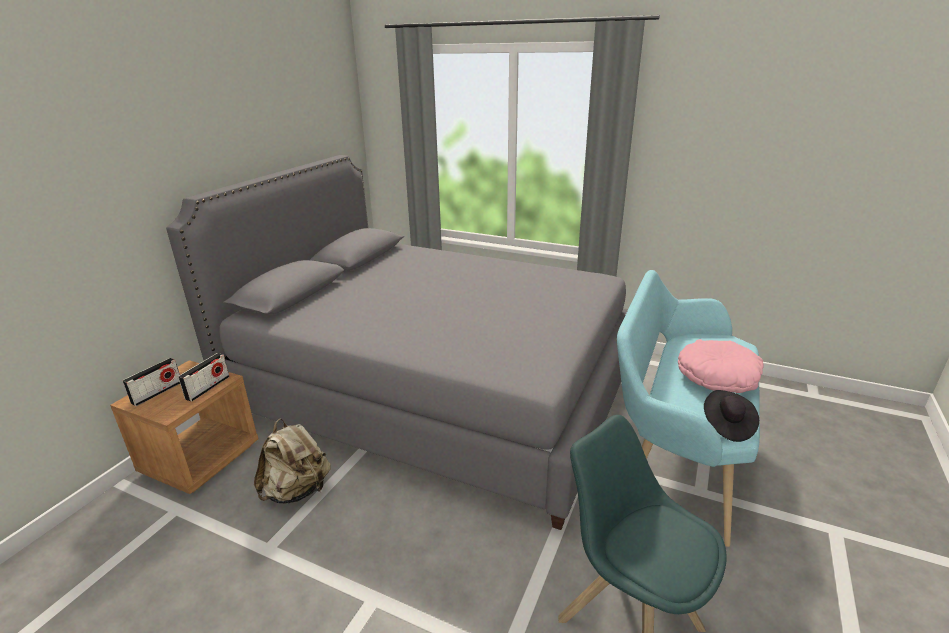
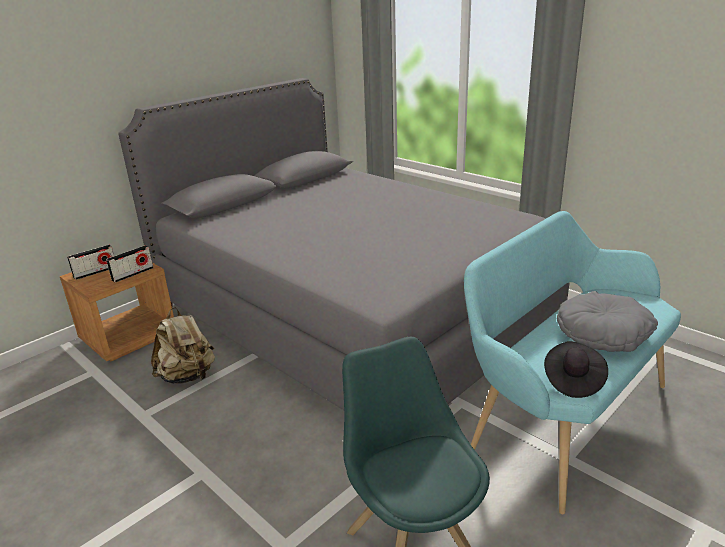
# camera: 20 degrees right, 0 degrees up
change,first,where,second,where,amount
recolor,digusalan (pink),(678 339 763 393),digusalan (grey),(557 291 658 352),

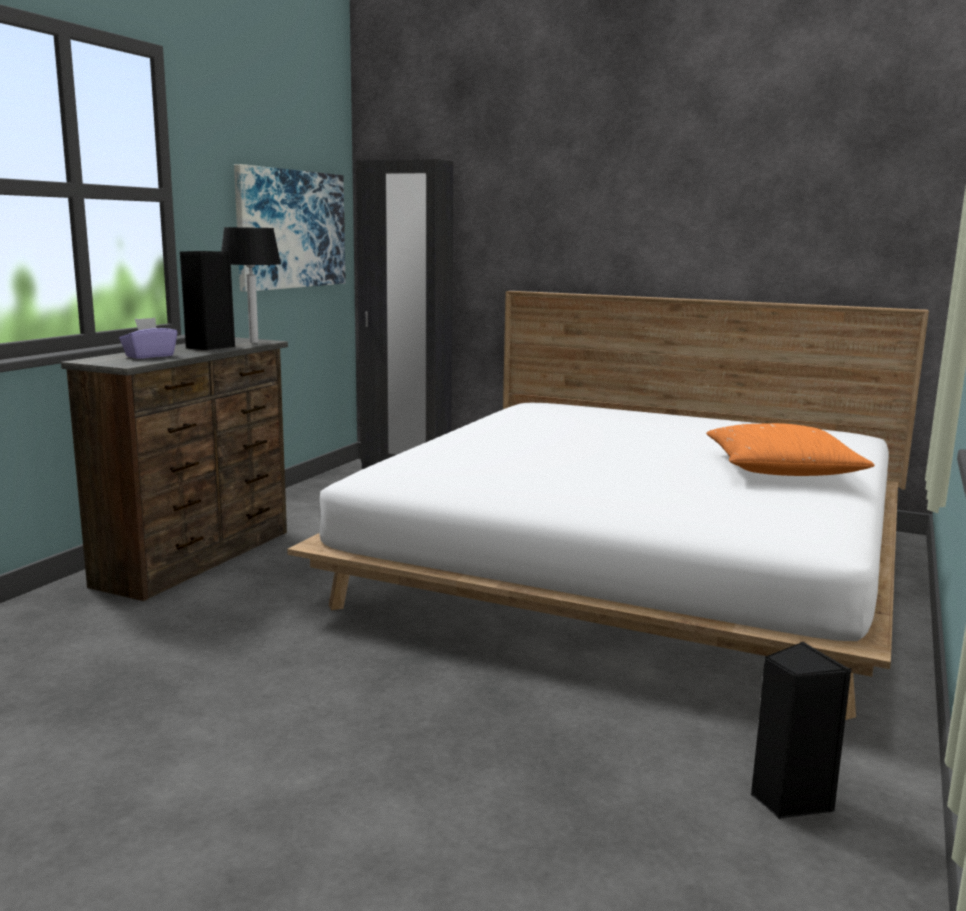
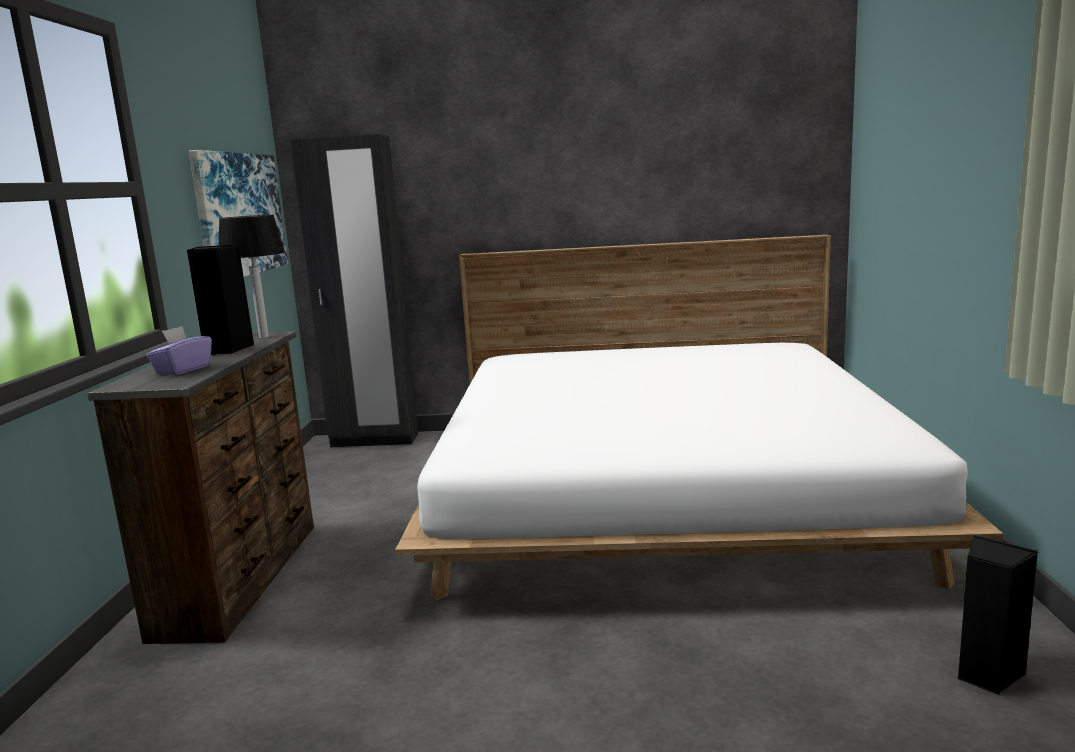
# camera: 20 degrees left, 0 degrees up
change,first,where,second,where,amount
delete,digusalan (orange),(706 423 875 476),,,

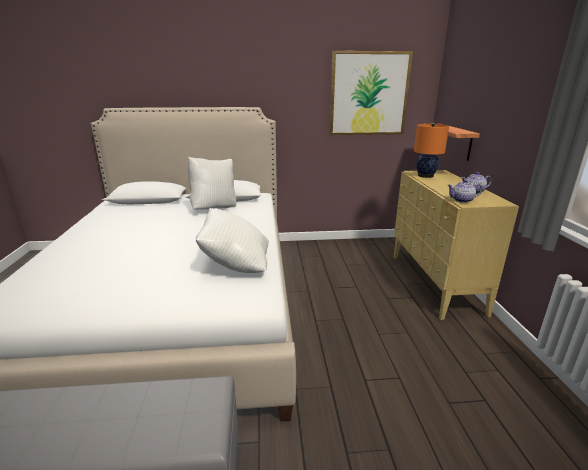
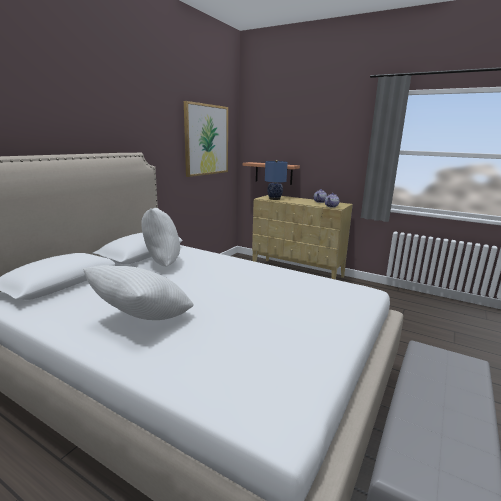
# camera: 55 degrees left, 5 degrees down
change,first,where,second,where,amount
recolor,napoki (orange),(414 123 449 178),napoki (blue),(265 160 288 200),
move,digusalan (white),(196 208 269 273),,(83 265 194 320),

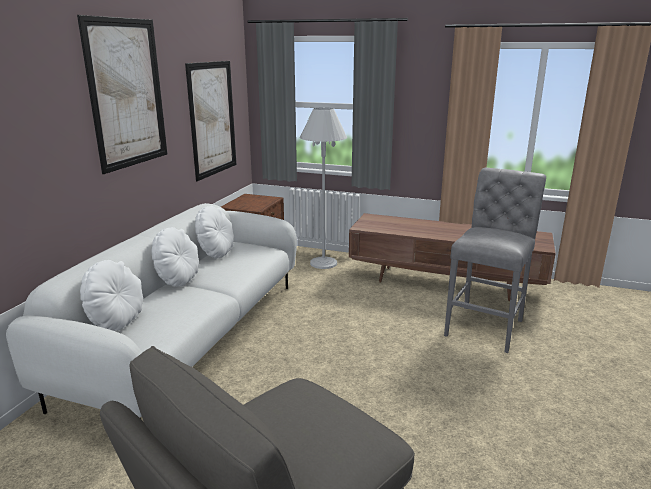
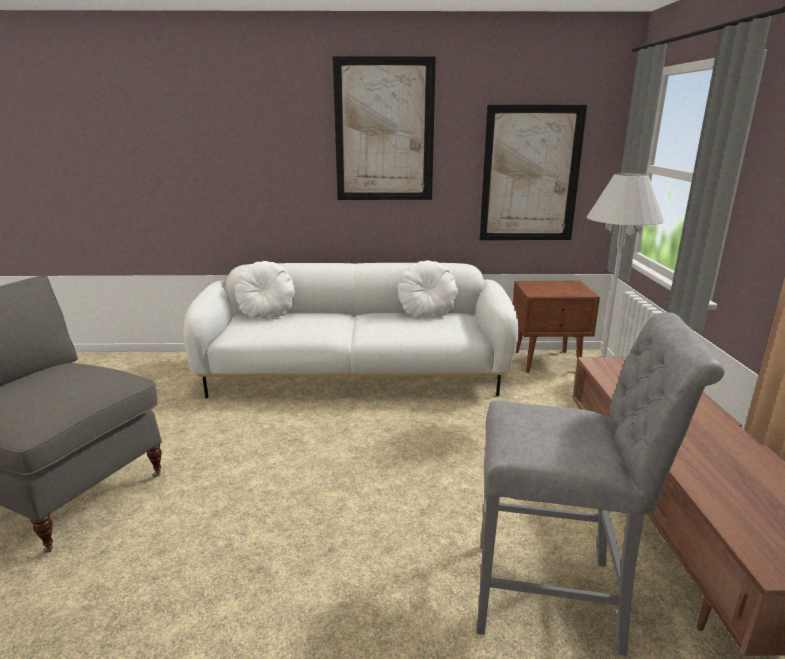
# camera: 70 degrees right, 0 degrees up
change,first,where,second,where,amount
delete,digusalan (white),(151 227 199 287),,,

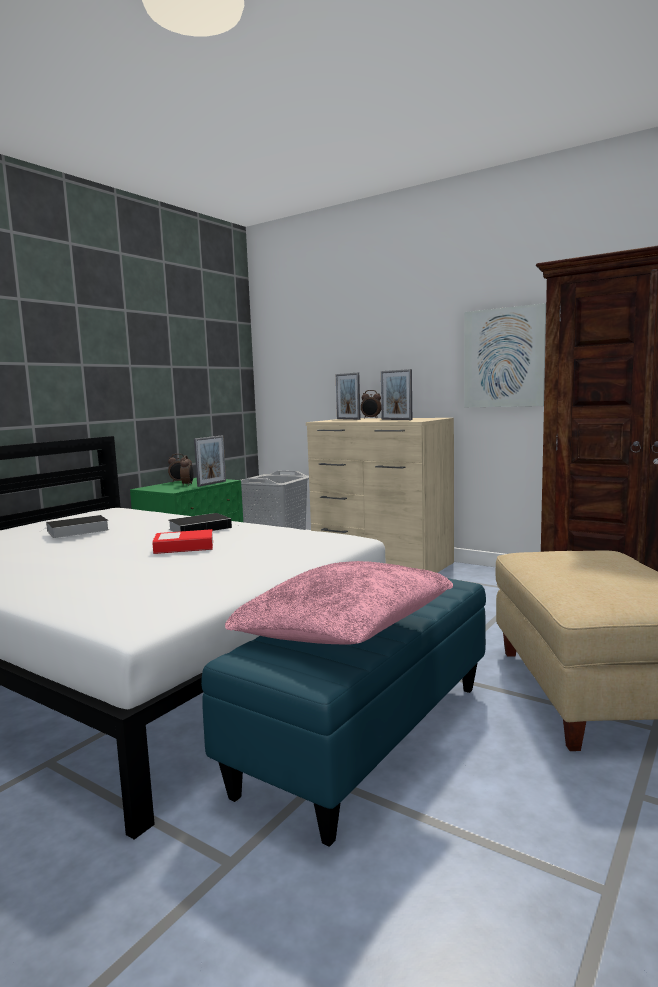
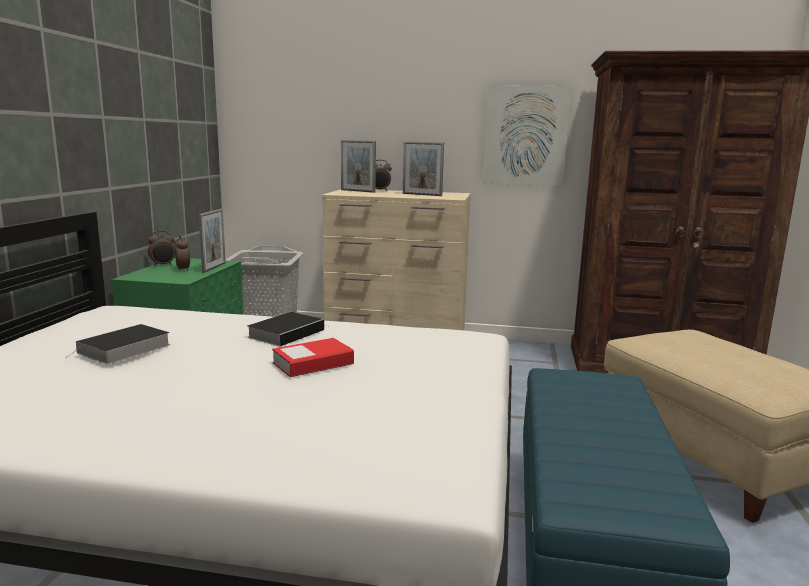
# camera: 25 degrees left, 5 degrees up
change,first,where,second,where,amount
delete,digusalan (pink),(225 561 453 645),,,

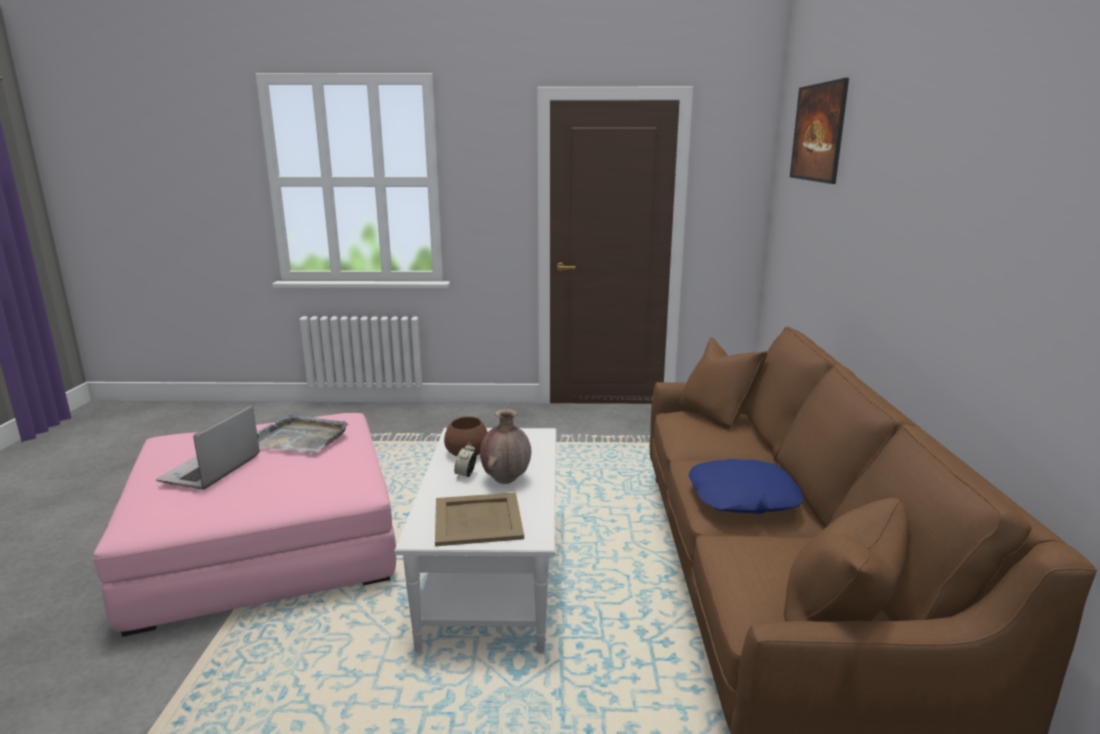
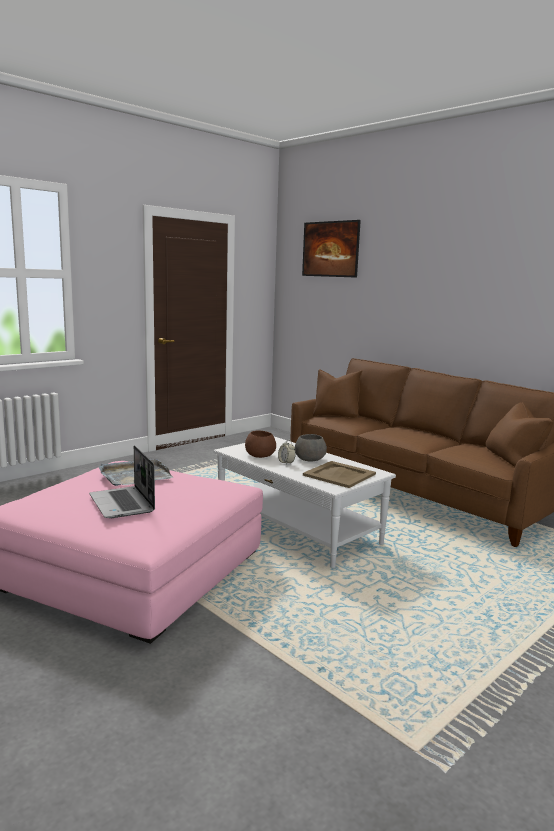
# camera: 45 degrees left, 5 degrees down
change,first,where,second,where,amount
replace,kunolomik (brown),(480 409 531 484),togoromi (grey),(295 434 327 462),
delete,digusalan (blue),(688 459 804 514),,,

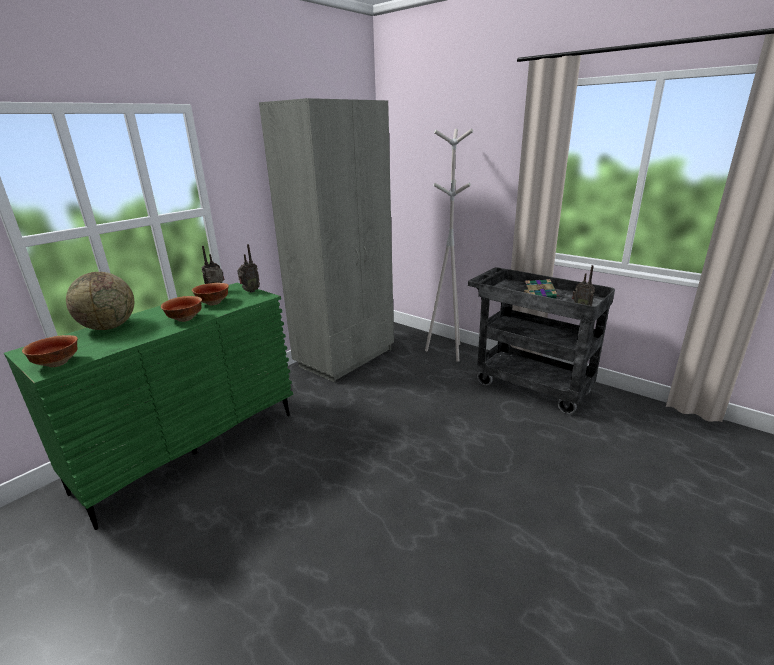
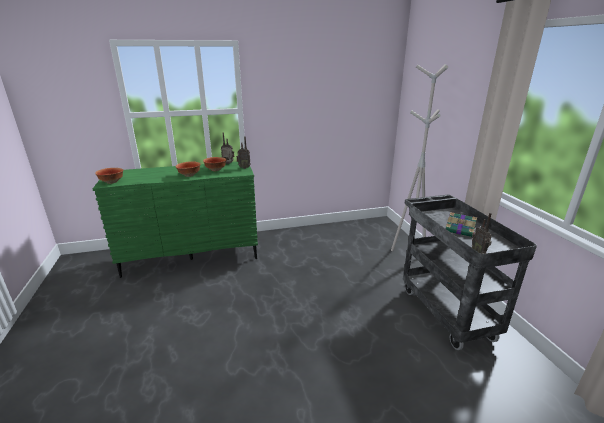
# camera: 35 degrees right, 0 degrees up
change,first,where,second,where,amount
delete,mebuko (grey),(259 98 394 382),,,
delete,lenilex,(66 272 134 330),,,

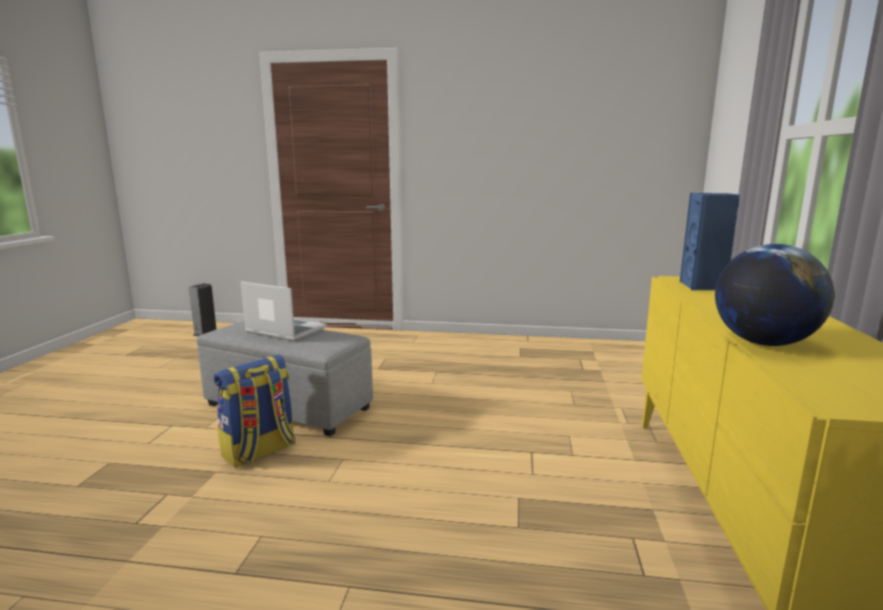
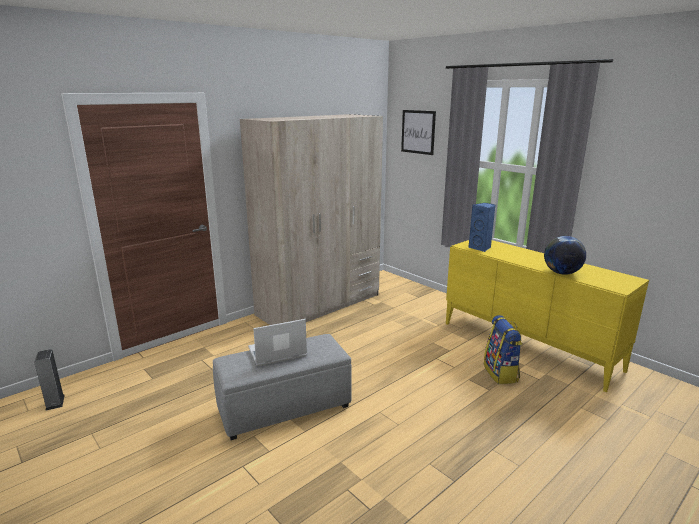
# camera: 50 degrees left, 5 degrees up
change,first,where,second,where,amount
move,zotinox,(214 355 296 469),,(484 315 523 384),
insert,,,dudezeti,(401 110 436 155),
insert,,,mebuko (beige),(240 114 383 325),

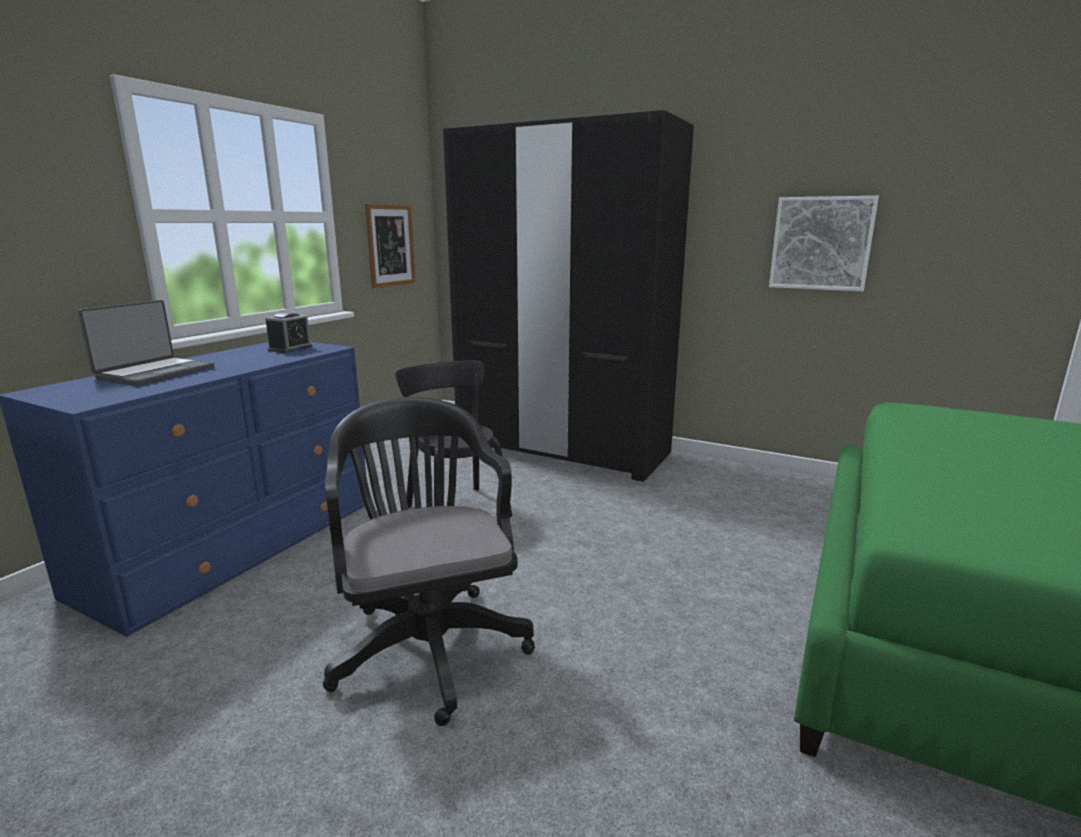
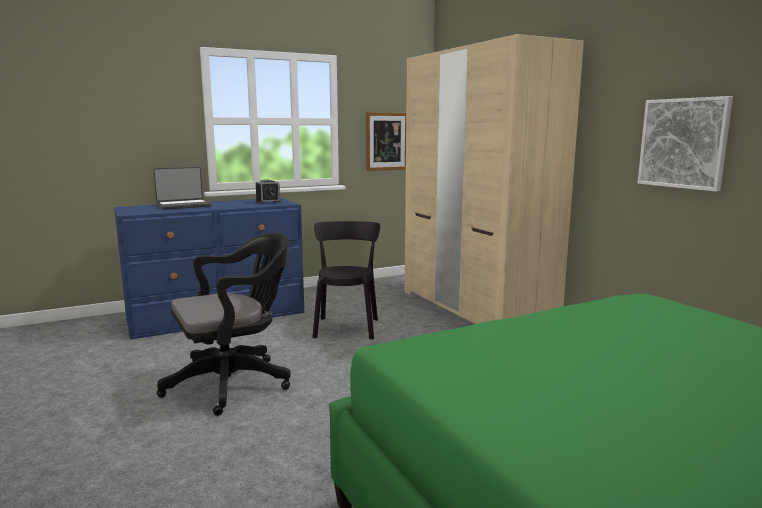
# camera: 35 degrees right, 5 degrees down
change,first,where,second,where,amount
recolor,mebuko (black),(443 110 694 482),mebuko (beige),(405 34 584 324),
rotate,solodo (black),(323 397 535 726),,(157 233 291 416),45 degrees clockwise

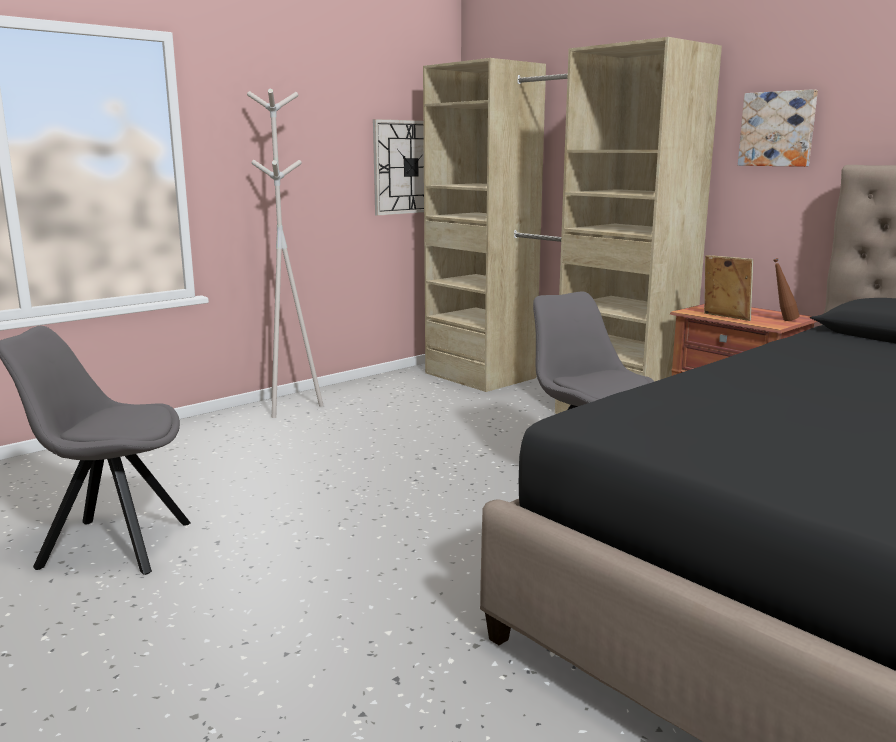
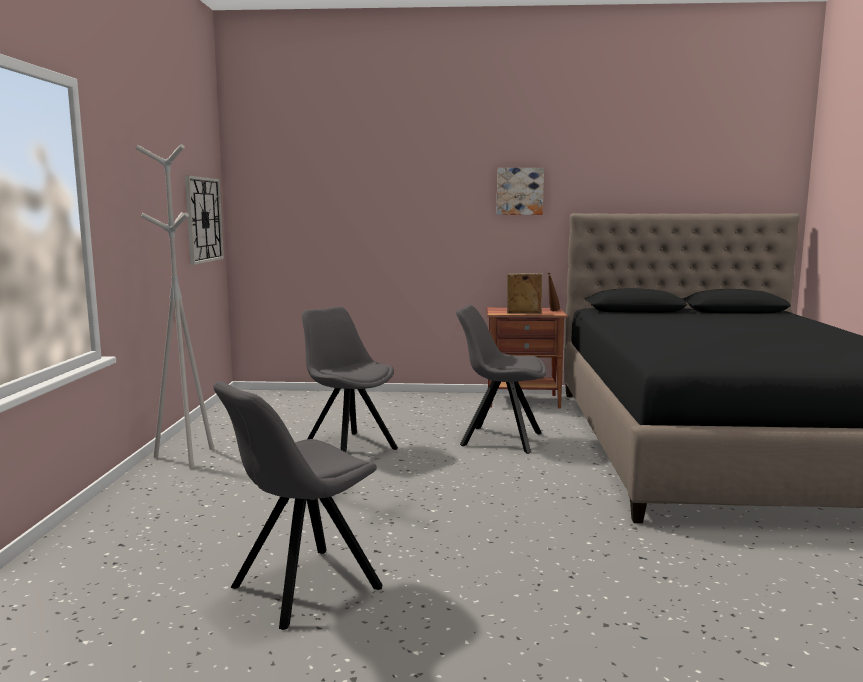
# camera: 45 degrees left, 5 degrees down
change,first,where,second,where,amount
delete,mebuko (beige),(423 37 722 414),,,
insert,,,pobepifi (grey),(302 306 398 452),

